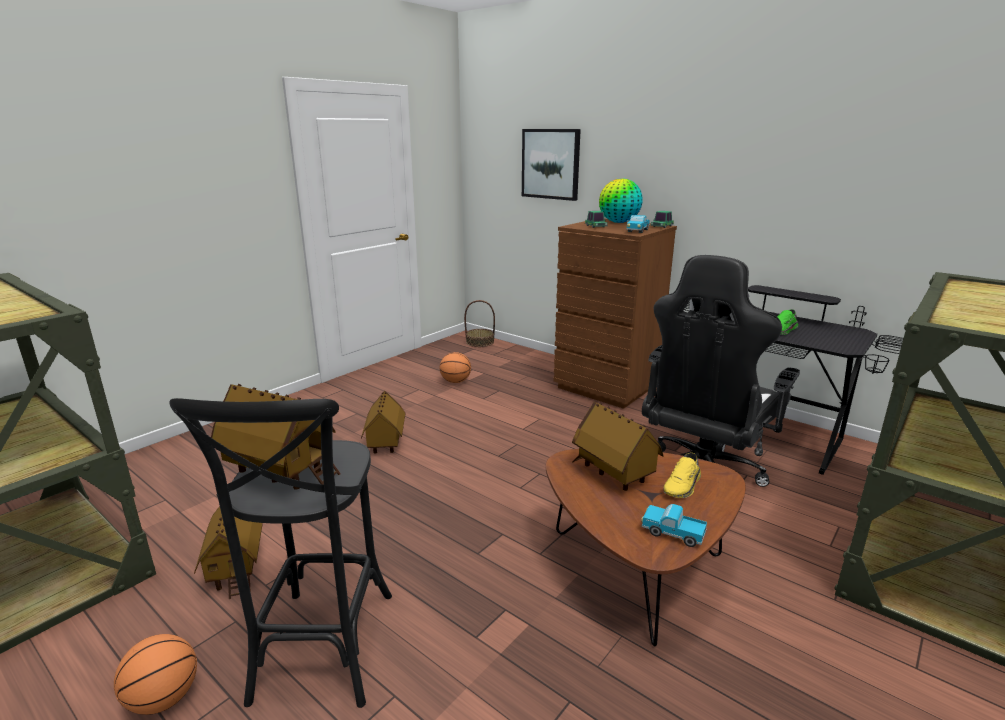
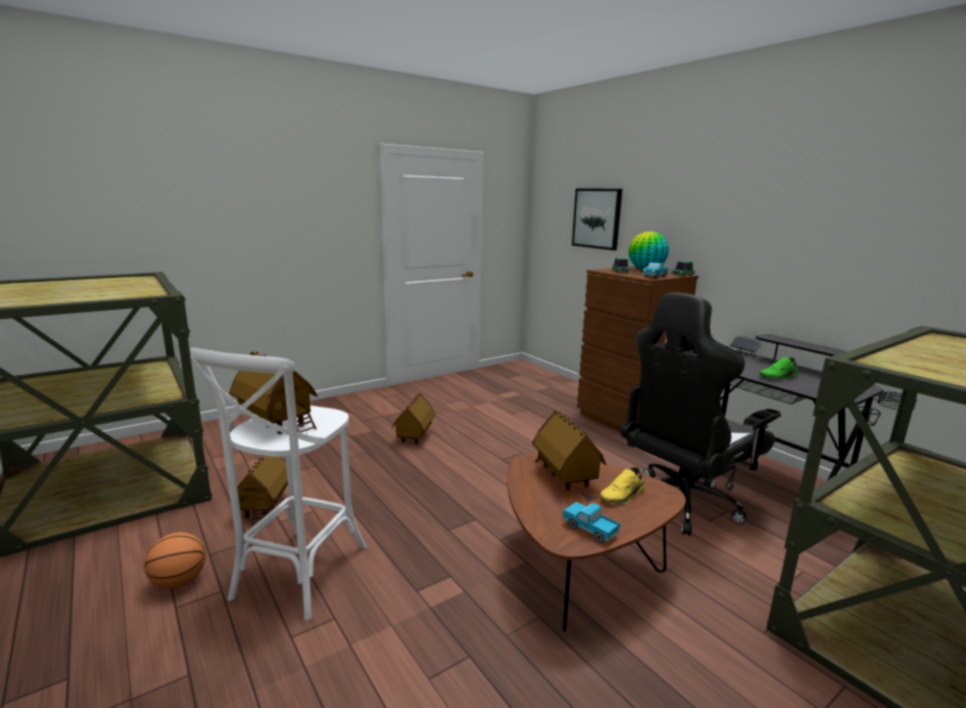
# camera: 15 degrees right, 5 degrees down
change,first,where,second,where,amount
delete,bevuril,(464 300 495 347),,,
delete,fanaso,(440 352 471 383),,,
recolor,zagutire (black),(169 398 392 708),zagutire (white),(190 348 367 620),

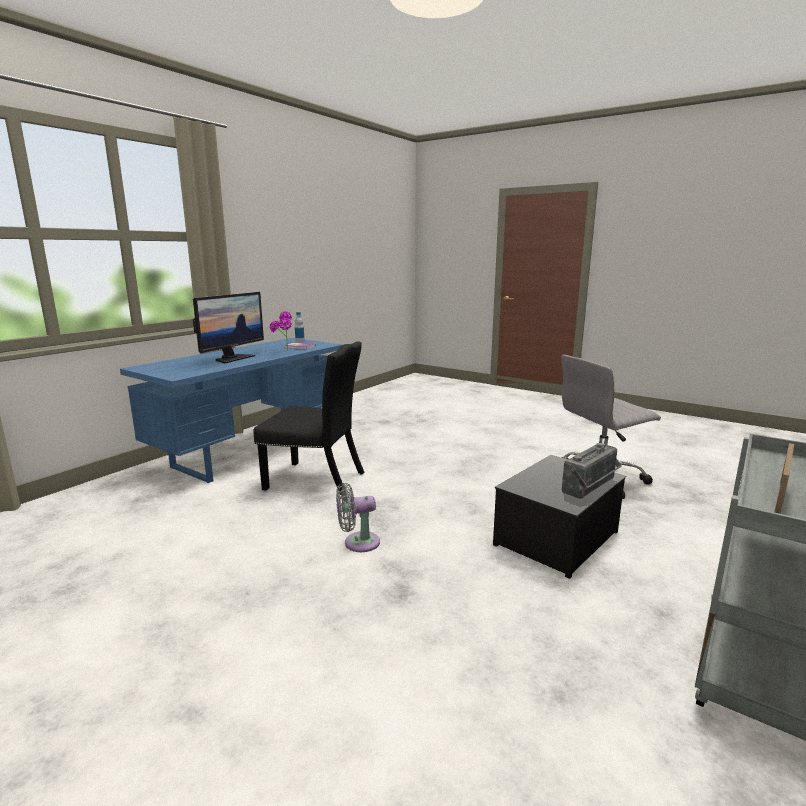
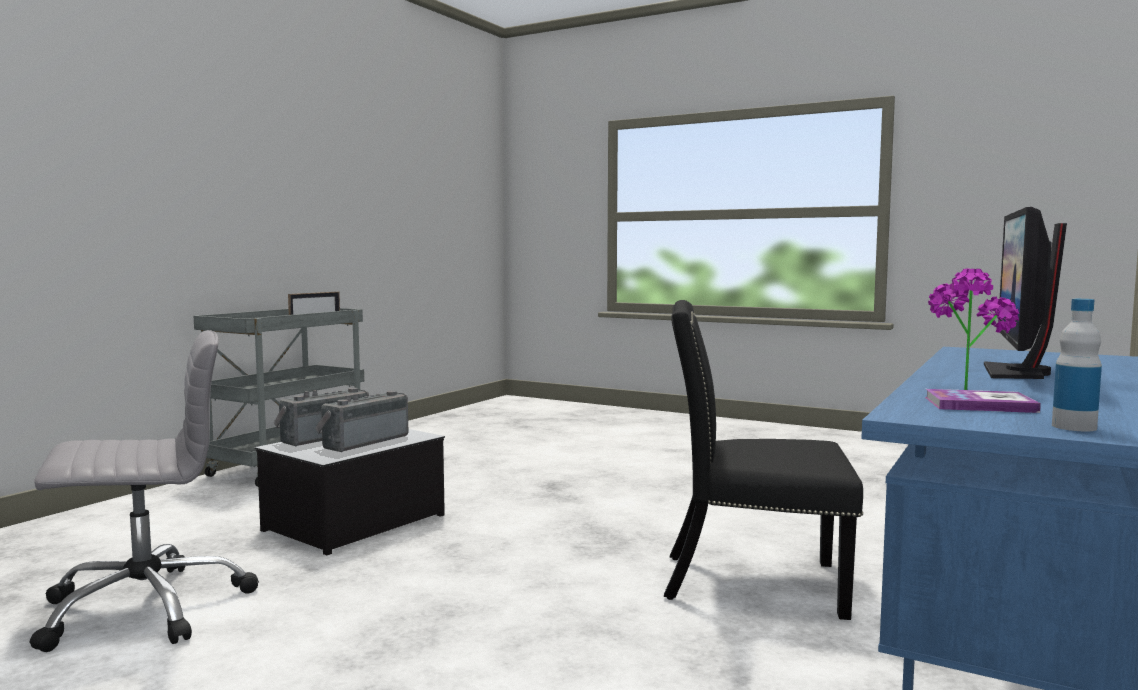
# camera: 175 degrees right, 10 degrees down
change,first,where,second,where,amount
delete,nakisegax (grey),(336 483 380 552),,,
insert,,,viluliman,(315 391 408 452),

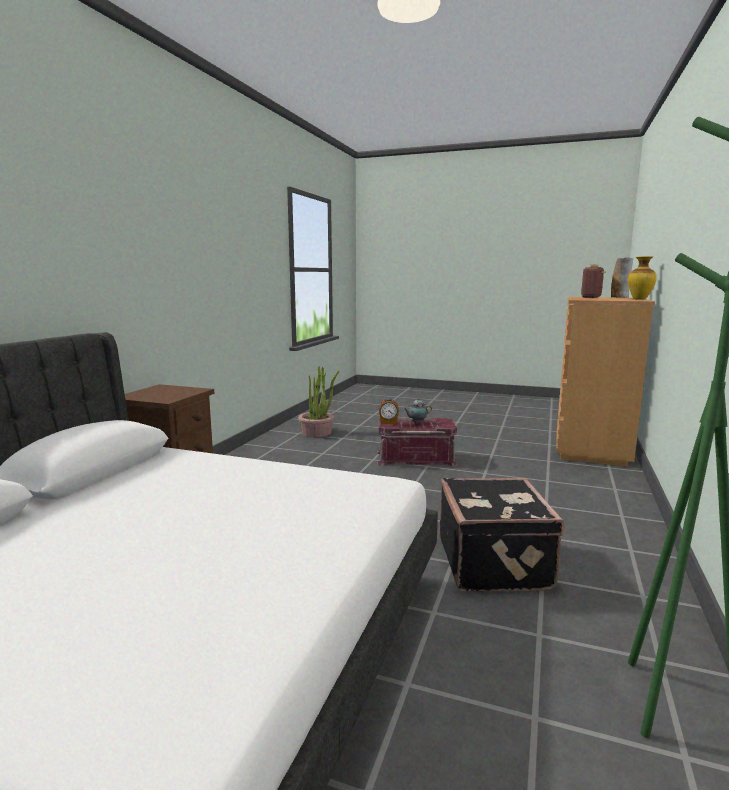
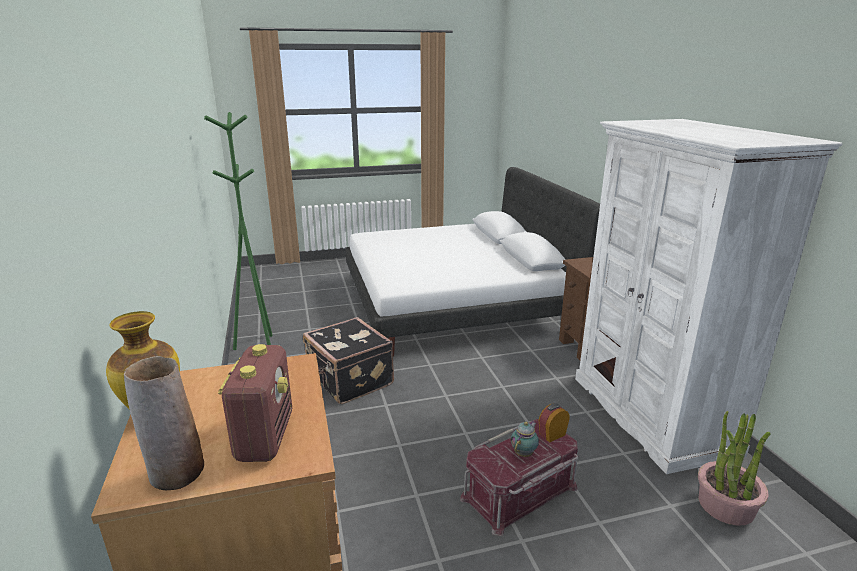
# camera: 145 degrees right, 10 degrees up
change,first,where,second,where,amount
insert,,,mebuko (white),(575 119 843 474),

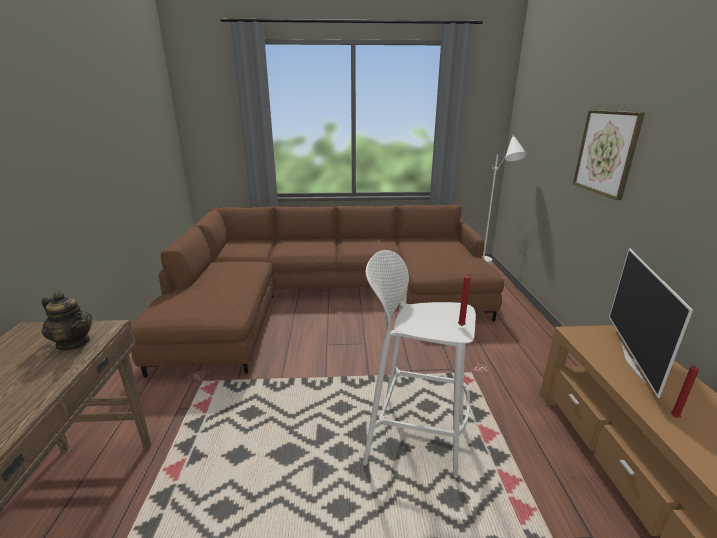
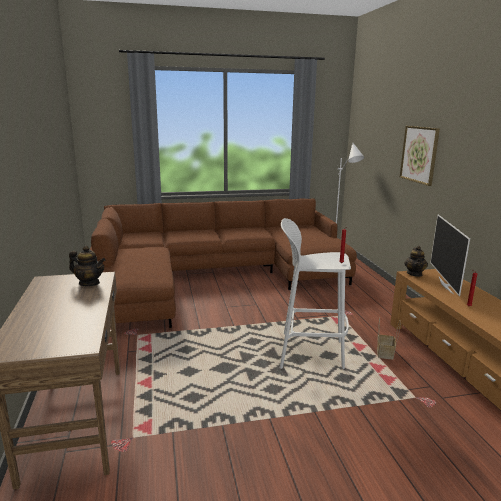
# camera: 10 degrees left, 5 degrees down
change,first,where,second,where,amount
insert,,,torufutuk,(404 246 428 277),
insert,,,bevuril,(377 318 401 359),

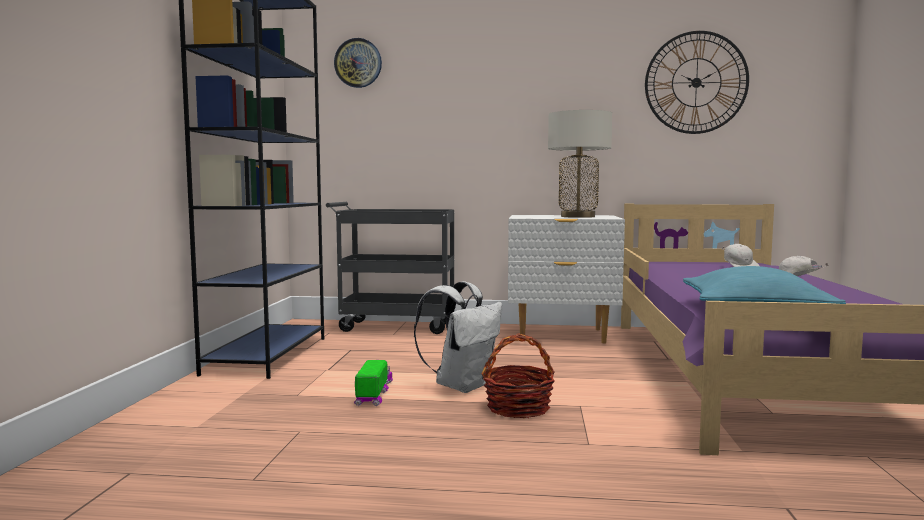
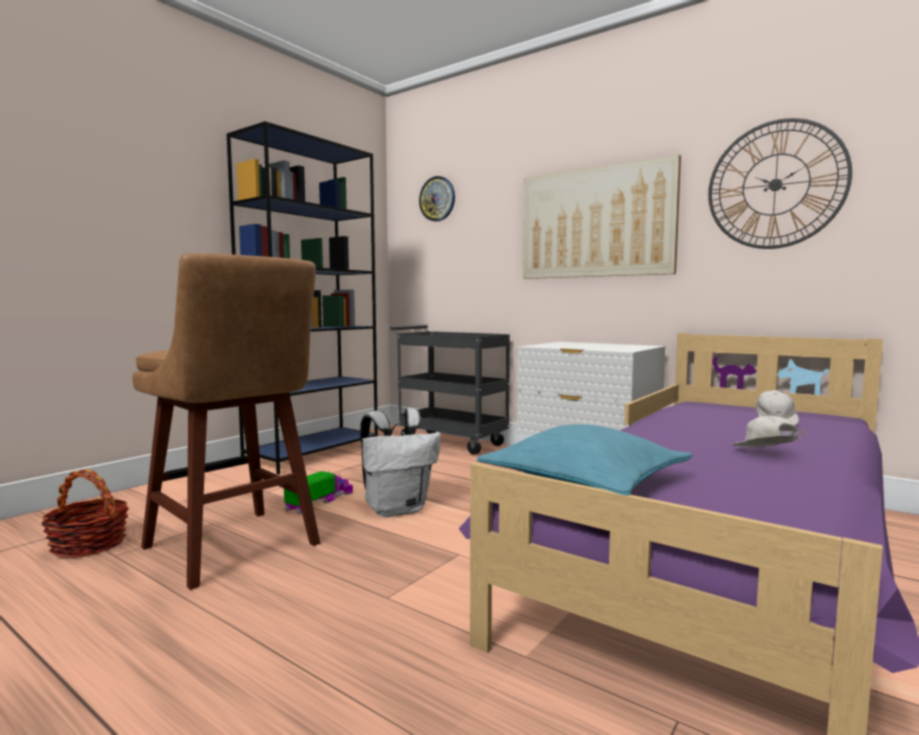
# camera: 30 degrees right, 0 degrees up
change,first,where,second,where,amount
delete,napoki,(548 110 612 218),,,
move,bevuril,(482 333 555 418),,(41 469 129 558),
insert,,,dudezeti,(523 155 681 279),
insert,,,zagutire (brown),(132 253 320 590),

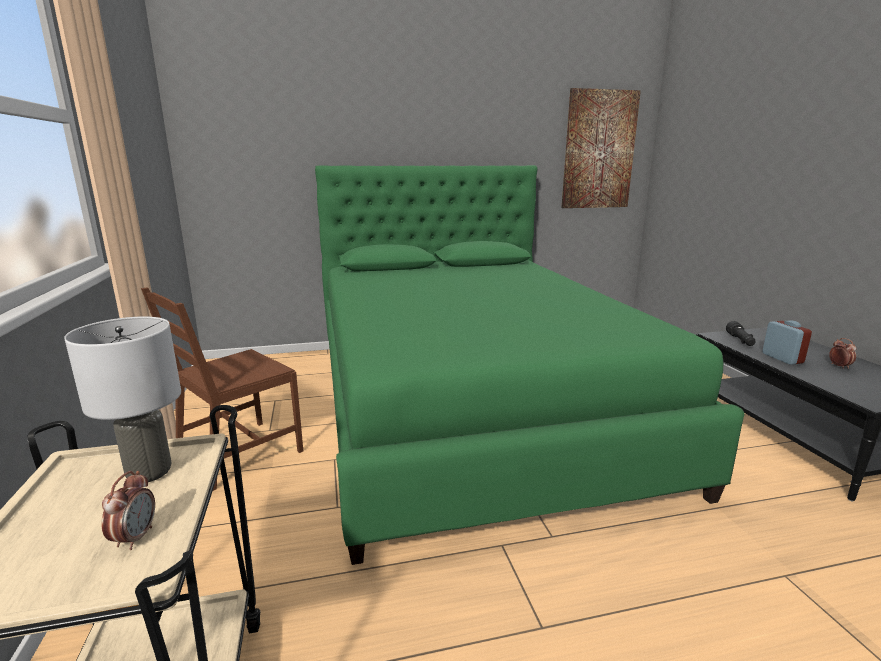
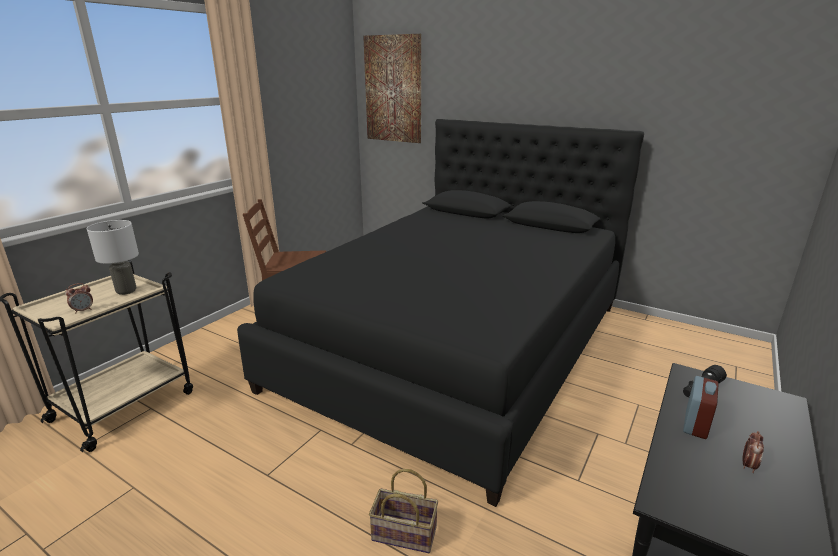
# camera: 45 degrees right, 5 degrees up
change,first,where,second,where,amount
move,dudezeti,(561 88 641 208),,(363 34 421 143),
recolor,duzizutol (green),(315 165 745 565),duzizutol (black),(237 119 644 507),
insert,,,bevuril,(369 469 438 553),

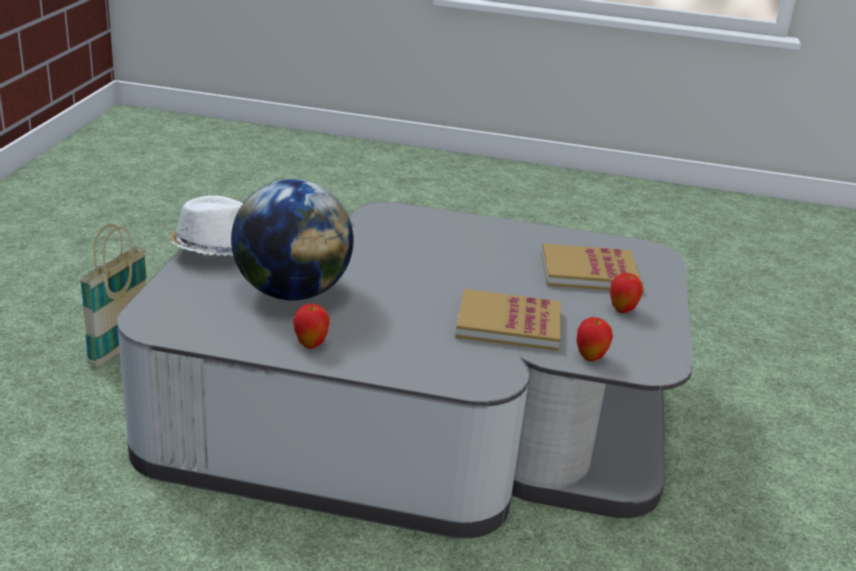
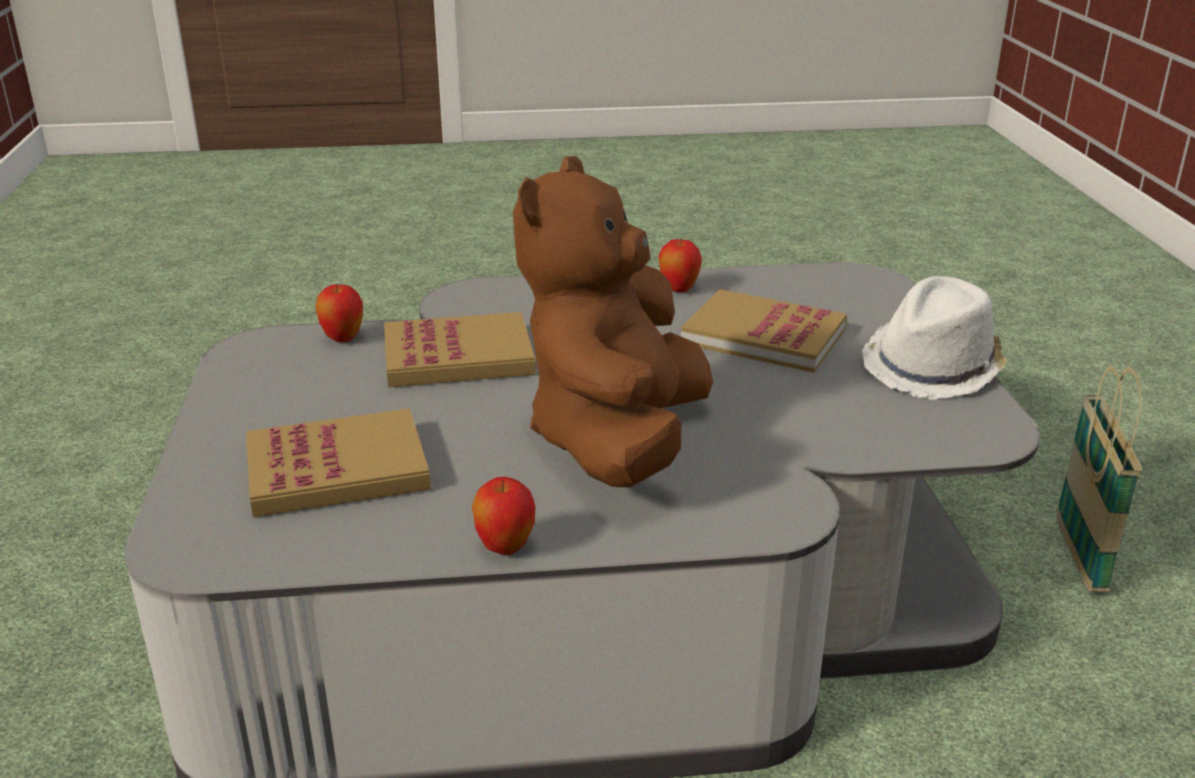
# camera: 165 degrees right, 0 degrees up
change,first,where,second,where,amount
replace,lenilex,(231 179 354 301),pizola,(681 289 847 373),
move,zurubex,(610 273 643 313),,(472 477 535 555),
insert,,,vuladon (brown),(513 156 713 487),

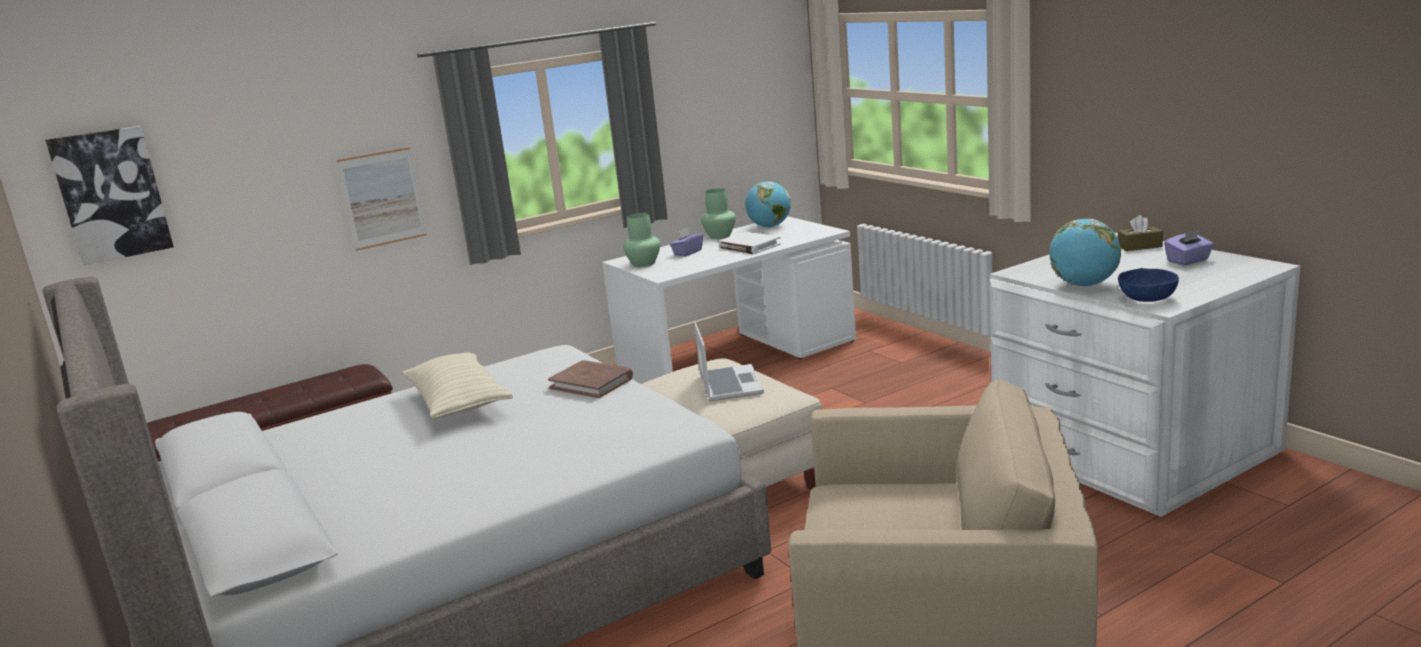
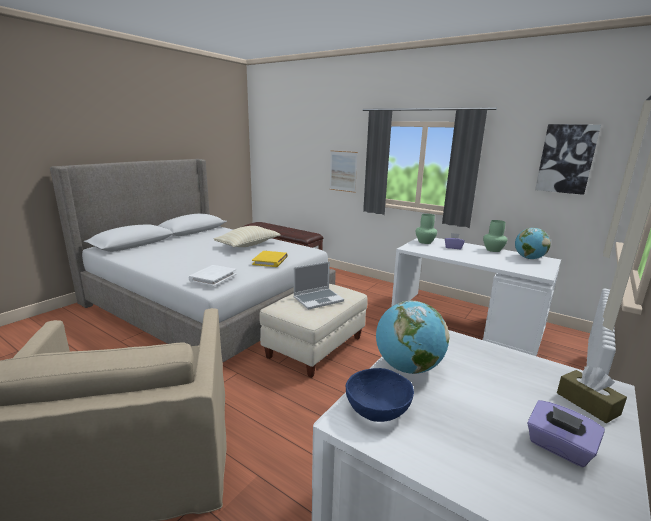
# camera: 65 degrees right, 0 degrees up
change,first,where,second,where,amount
move,dudezeti,(45 126 174 266),,(535 124 601 195),
move,pizola (white),(719 232 781 254),,(189 265 237 287),
recolor,pizola (brown),(548 360 633 398),pizola (yellow),(252 251 288 267),

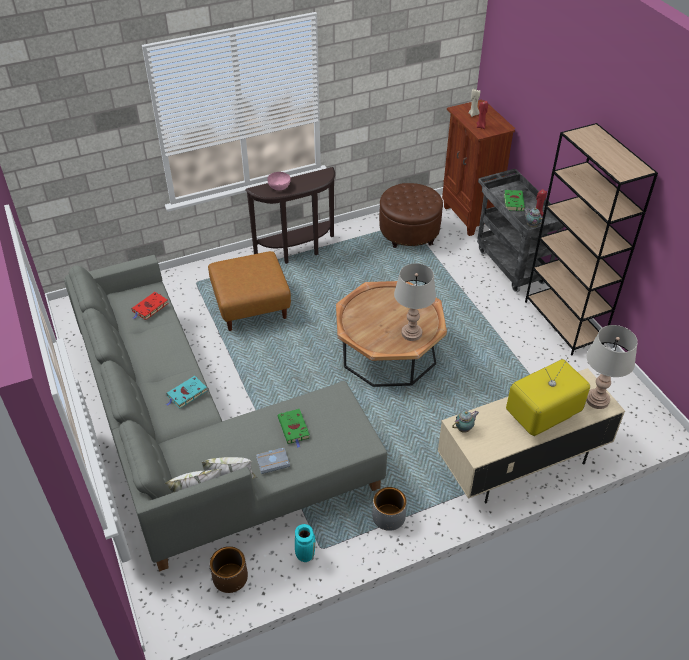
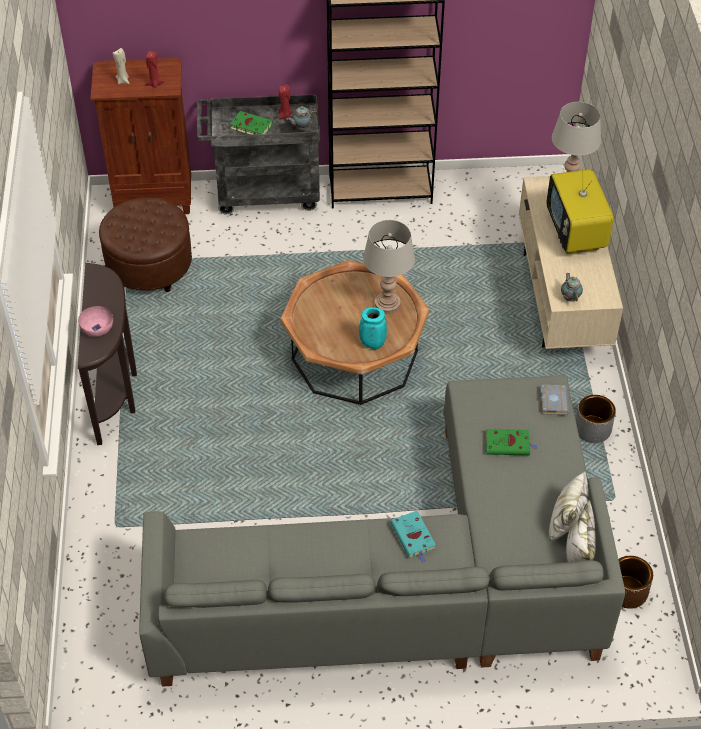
# camera: 70 degrees left, 5 degrees up
change,first,where,second,where,amount
delete,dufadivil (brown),(208 251 291 331),,,
delete,pizola (red),(131 292 169 320),,,
move,pizola (grey),(256 447 290 474),,(541 385 569 415),
move,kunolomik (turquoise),(295 524 315 562),,(359 307 387 349),

